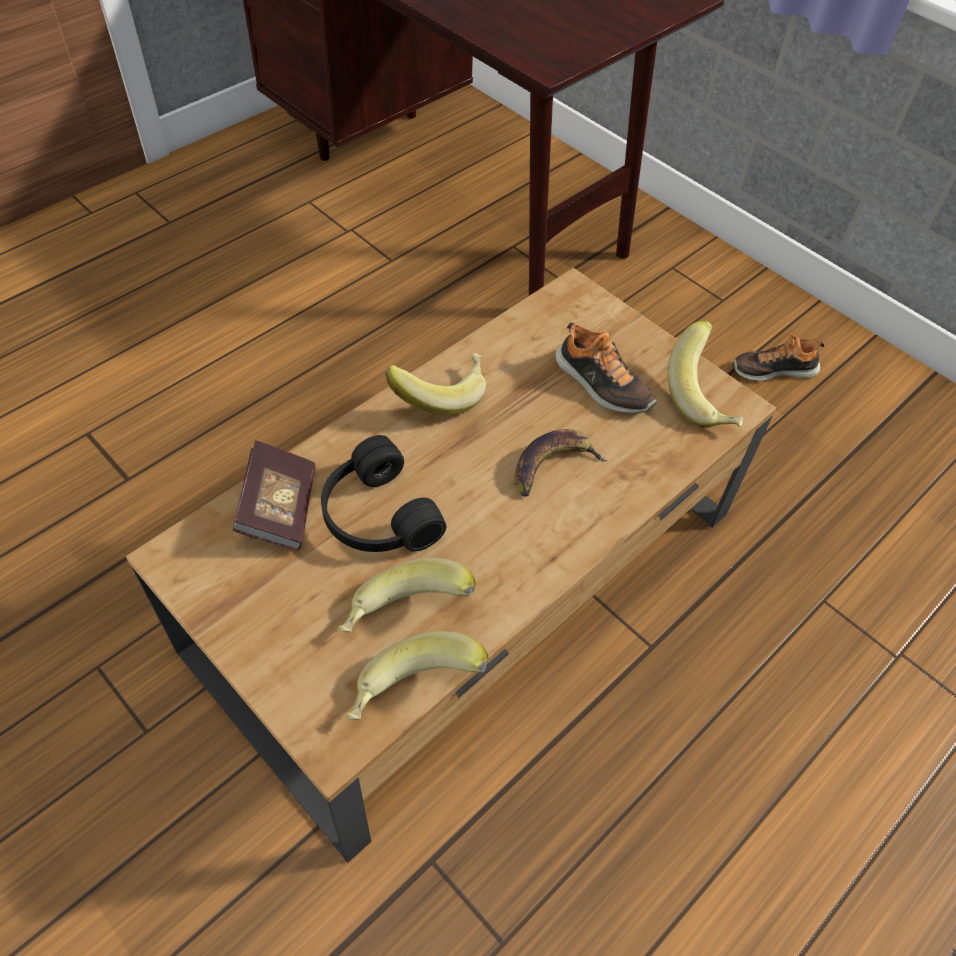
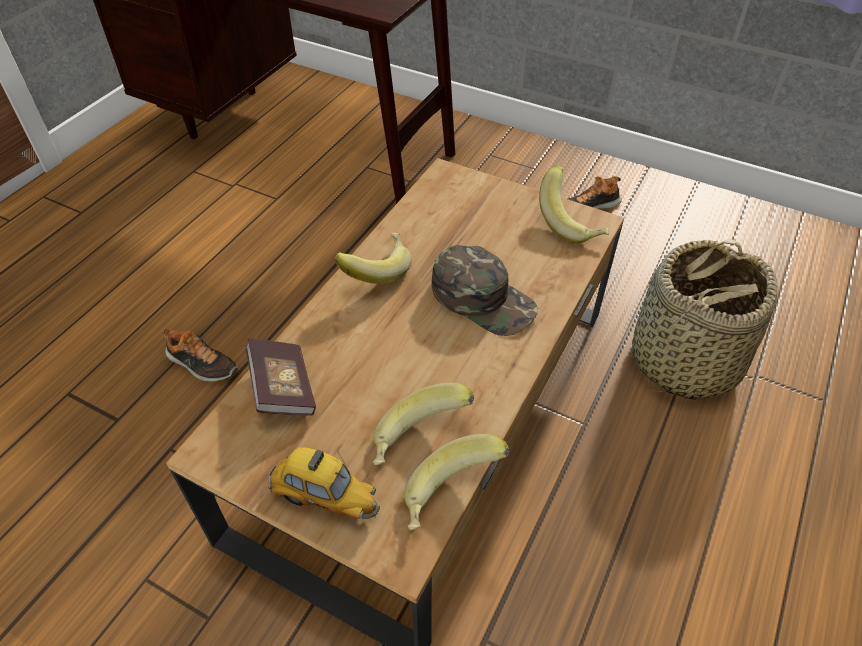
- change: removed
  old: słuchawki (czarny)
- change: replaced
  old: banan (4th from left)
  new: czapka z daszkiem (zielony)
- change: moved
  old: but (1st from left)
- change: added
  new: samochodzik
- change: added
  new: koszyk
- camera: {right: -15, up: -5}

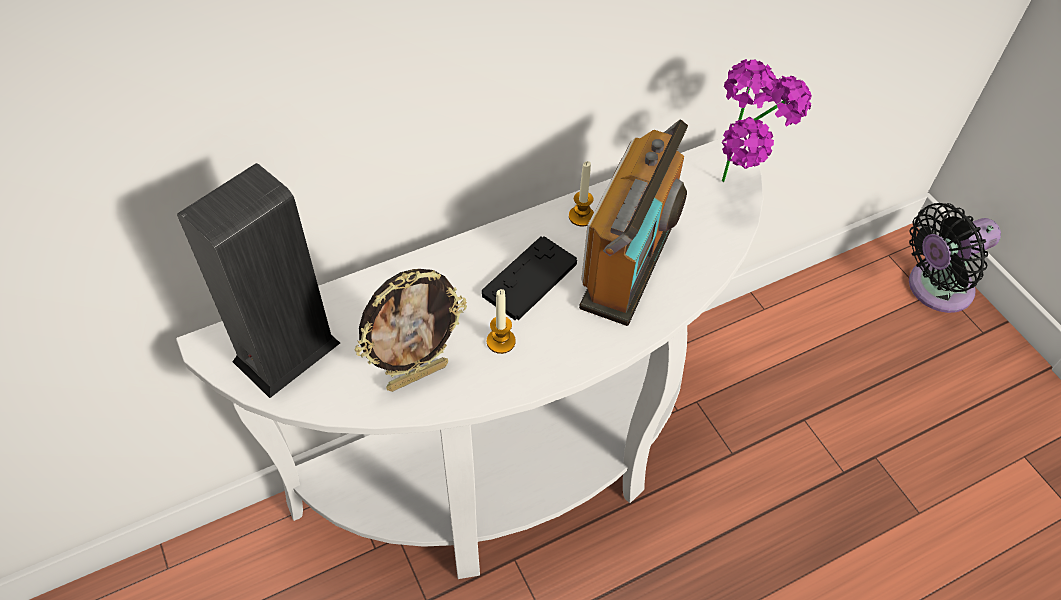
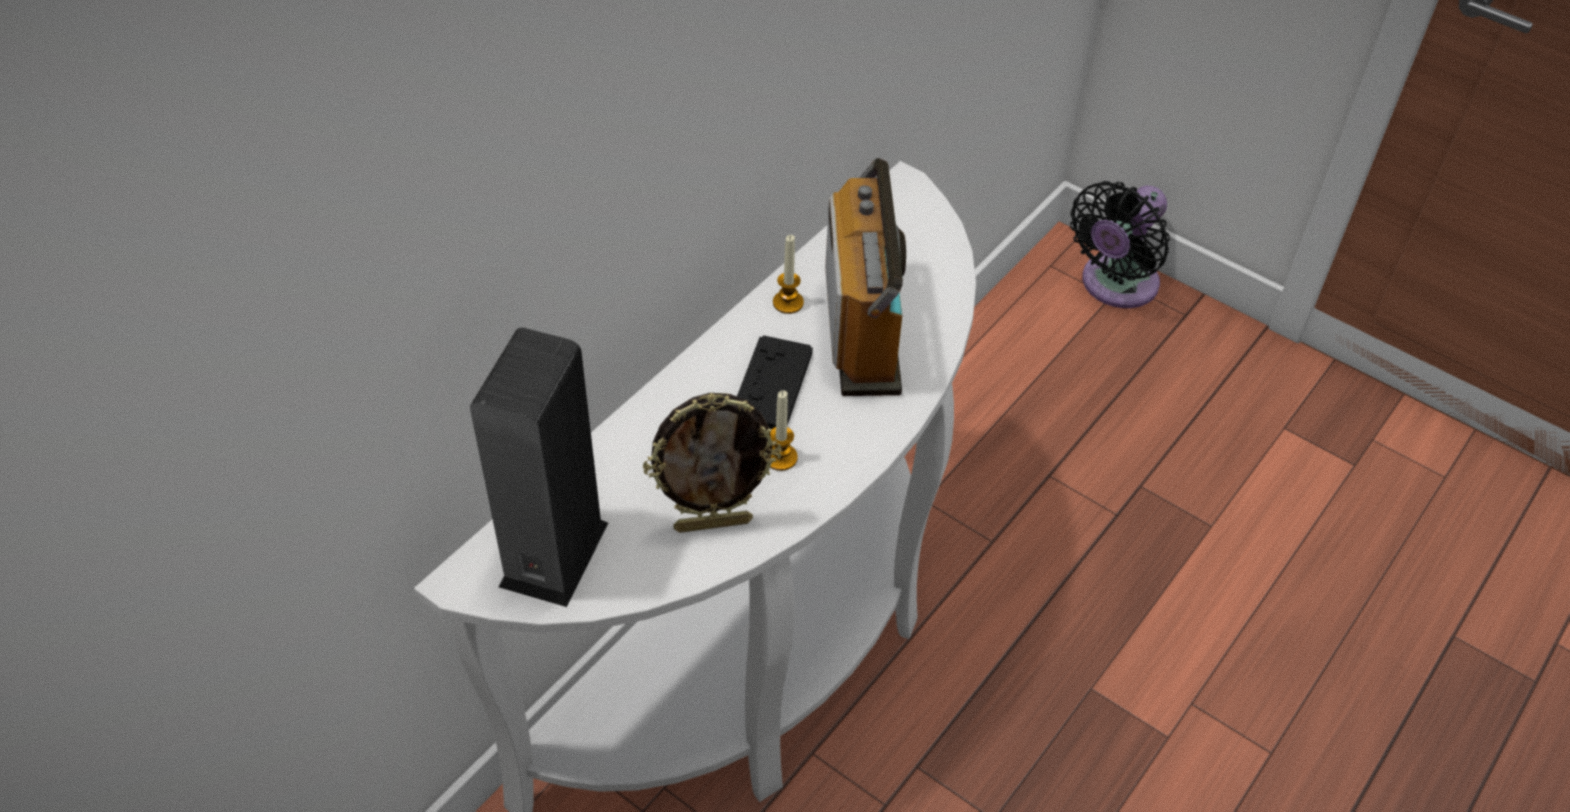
- change: turned
  old: ramka na zdjęcie
  degrees: 45
- change: removed
  old: roślina doniczkowa
- camera: {right: -25, up: -5}

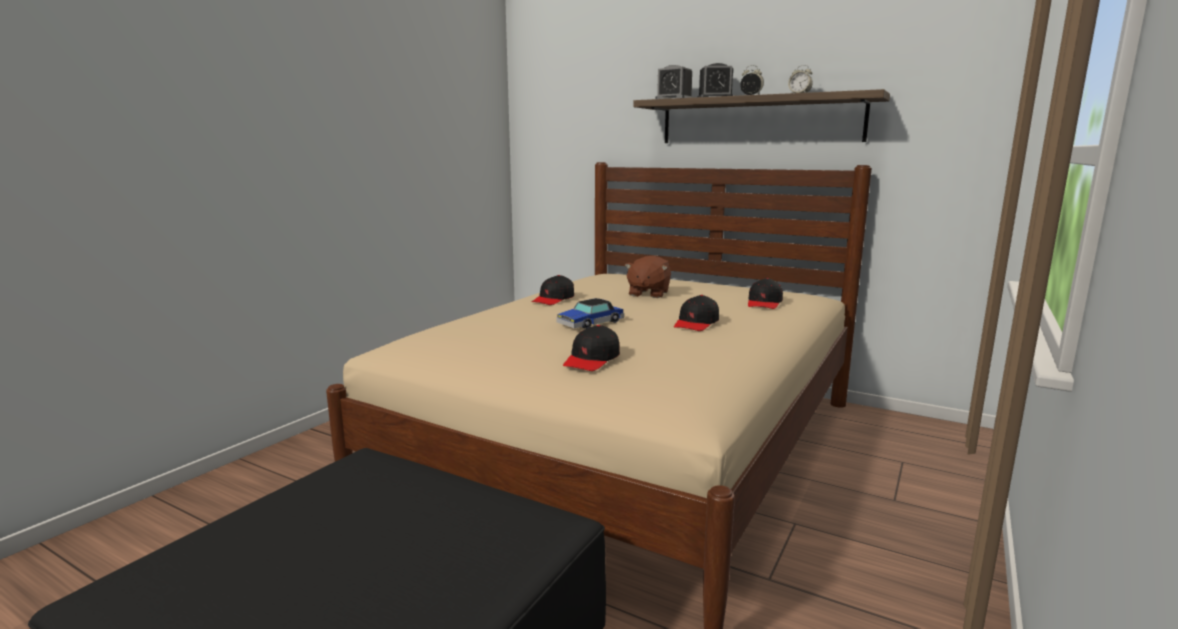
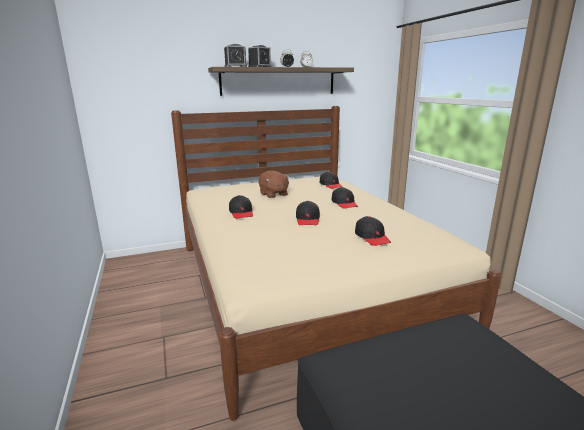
- change: replaced
  old: samochodzik
  new: czapka z daszkiem (czarny) (2nd from left)
- camera: {right: -50, up: 5}

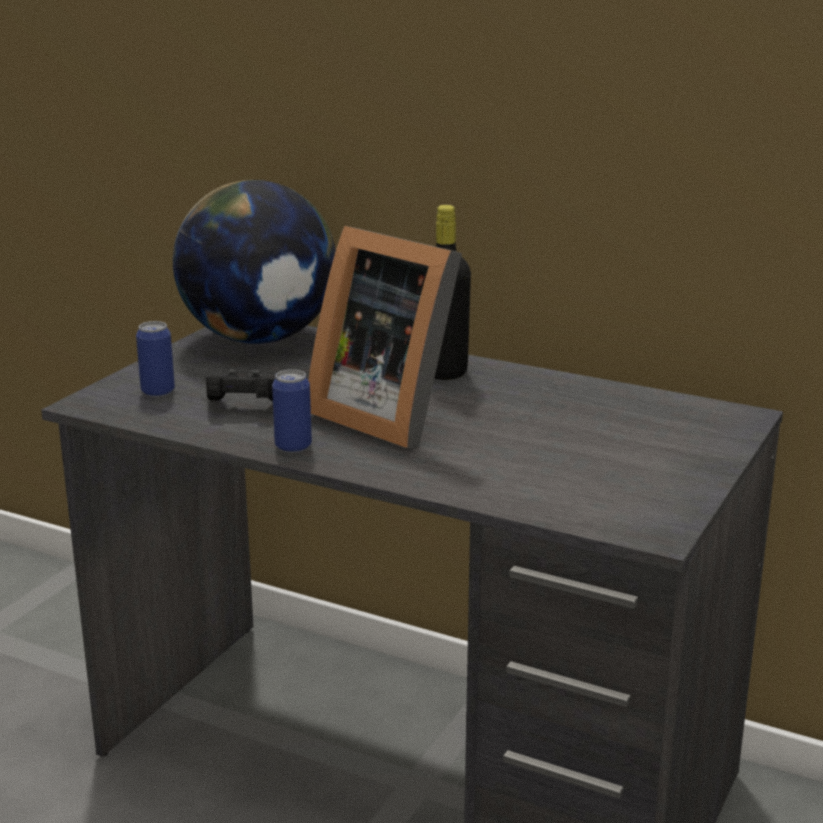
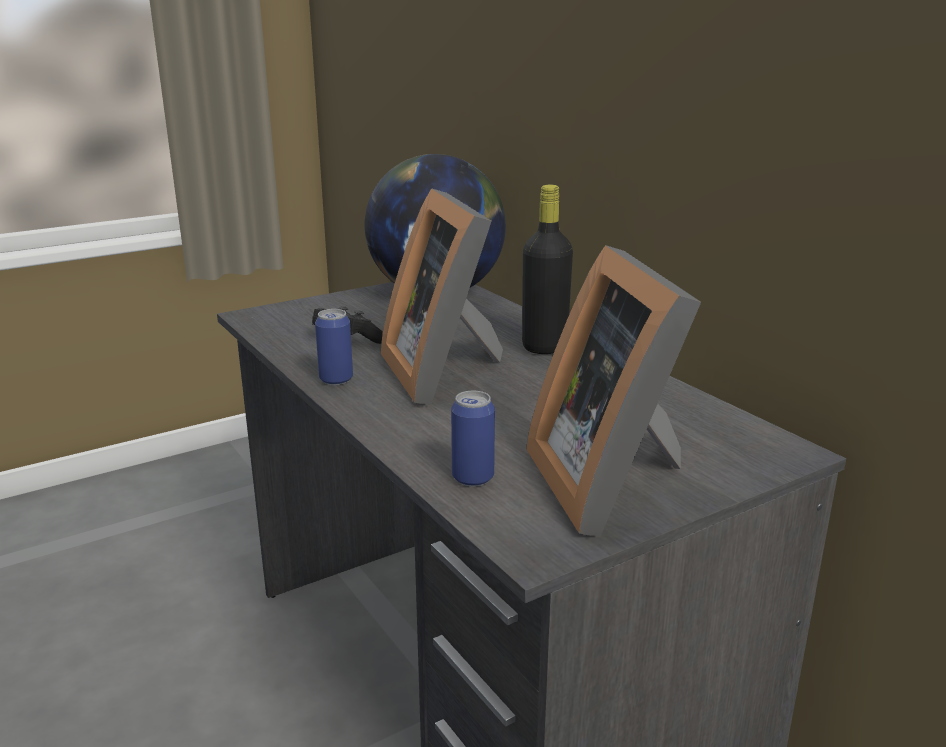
- change: moved
  old: puszka (1st from left in the first image)
  new: puszka (2nd from left)
- change: added
  new: ramka na zdjęcie (2nd from left)
- camera: {right: 30, up: 0}

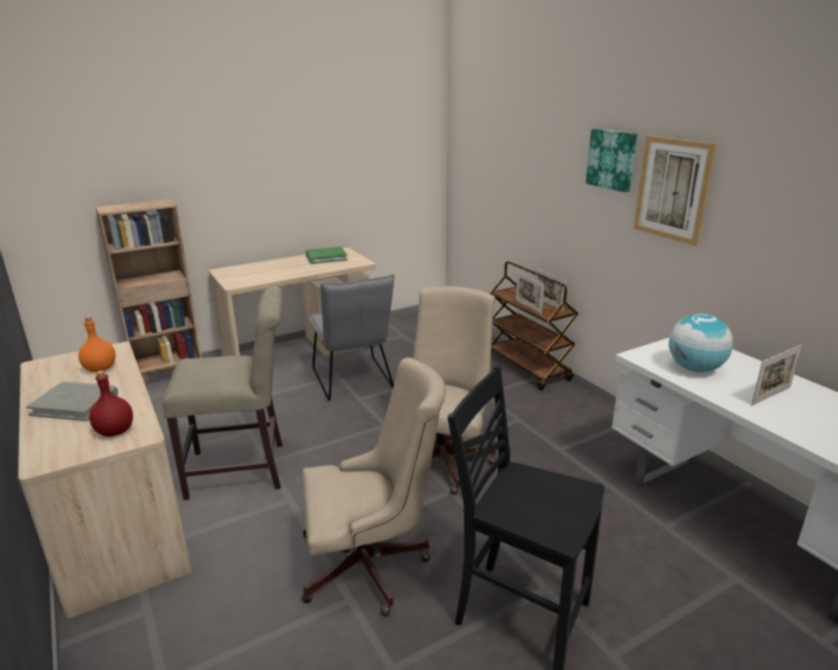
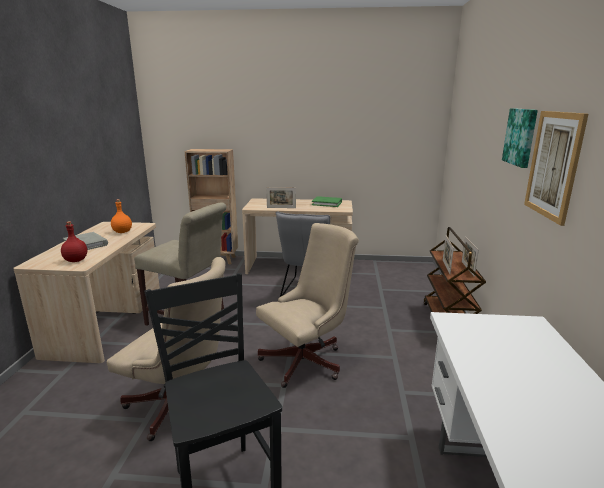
- change: removed
  old: globus
- change: moved
  old: ramka na zdjęcie (3rd from left in the first image)
  new: ramka na zdjęcie (1st from left)
- camera: {right: 35, up: -5}

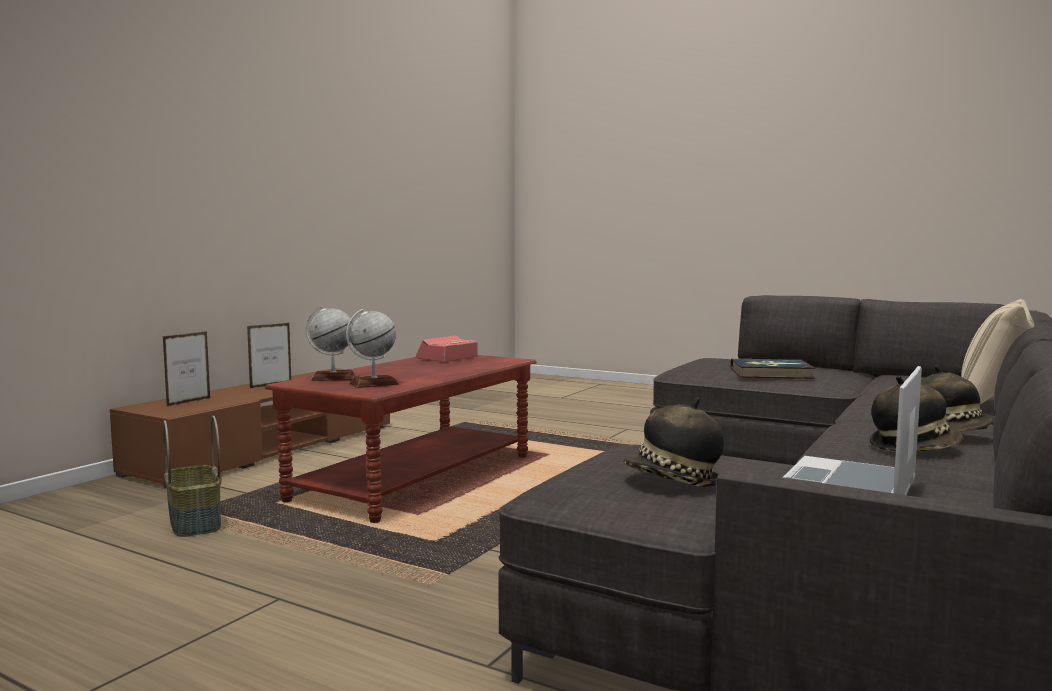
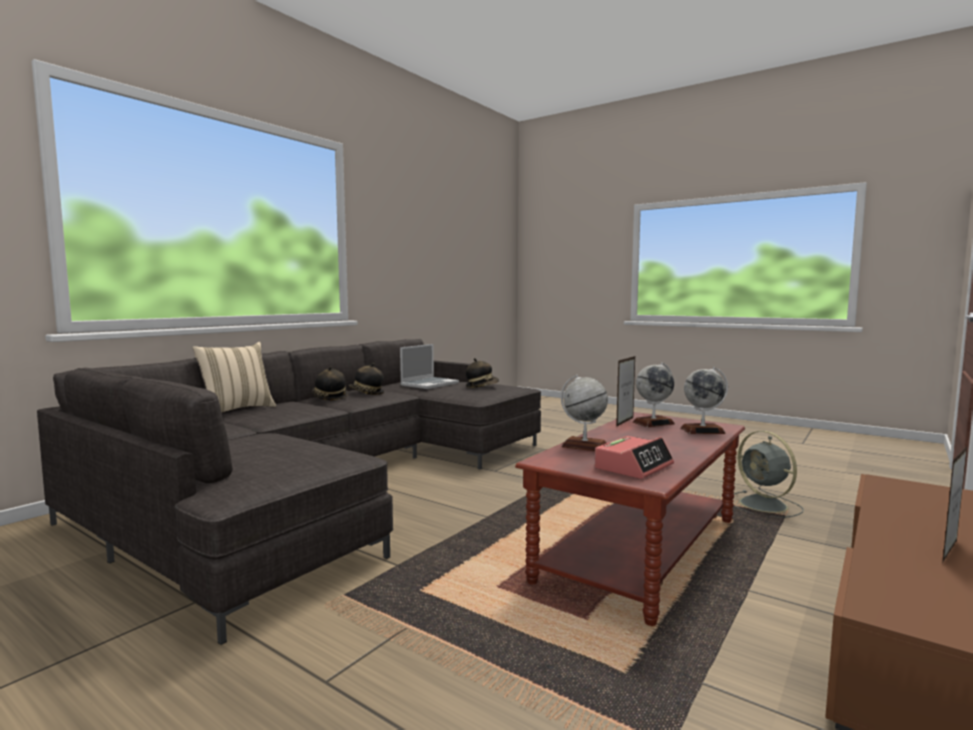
- change: moved
  old: ramka na zdjęcie (1st from left)
- change: replaced
  old: koszyk
  new: wentylator (szary)
- change: removed
  old: książka
- change: added
  new: globus (1st from left)
- camera: {right: -175, up: 0}

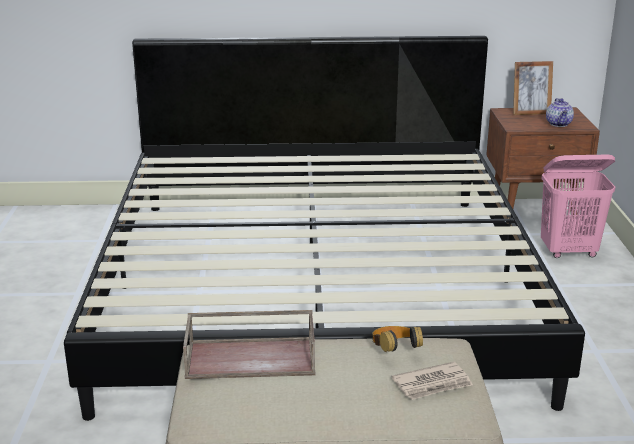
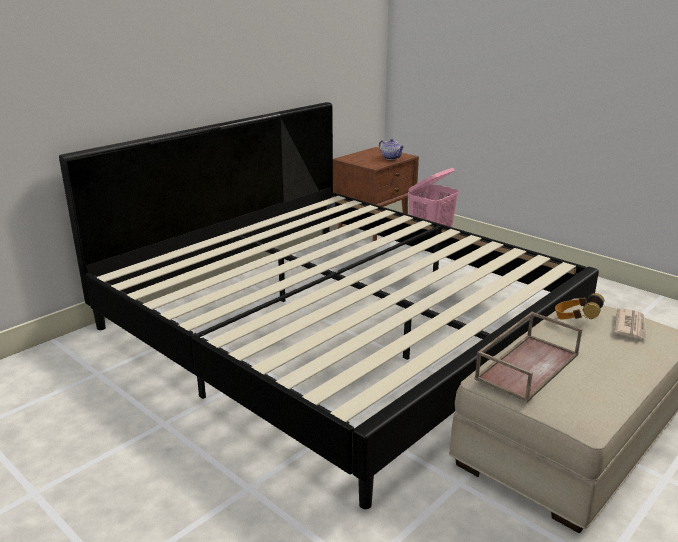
- change: removed
  old: ramka na zdjęcie
- camera: {right: -45, up: 0}

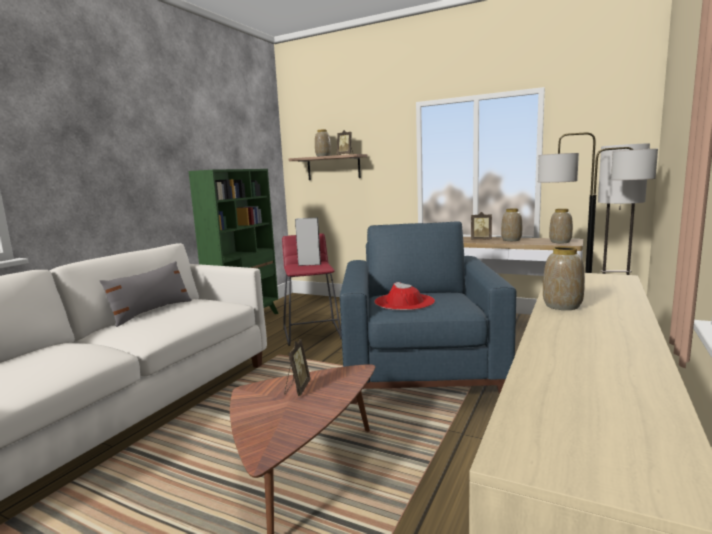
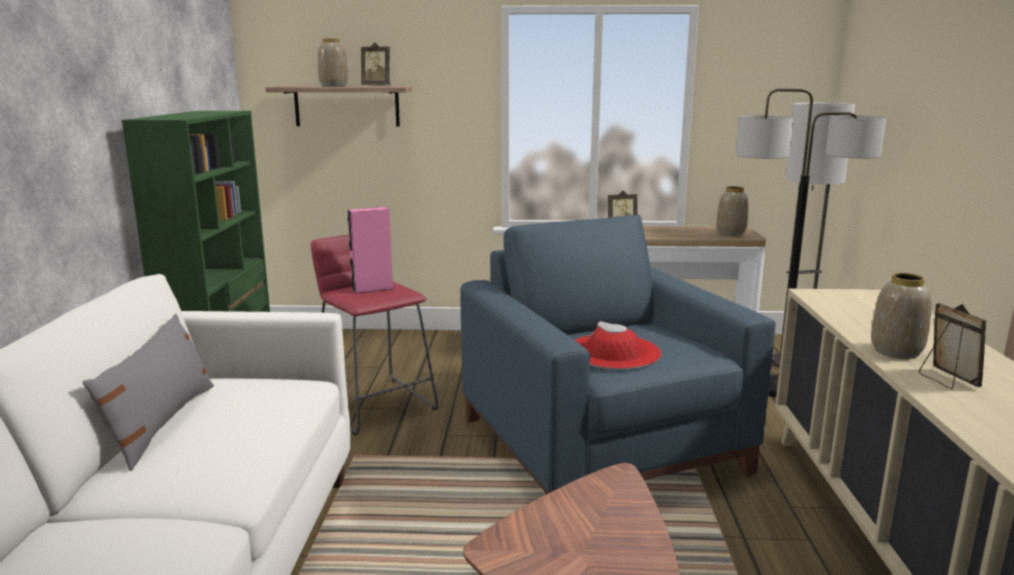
- change: moved
  old: ramka na zdjęcie (1st from left in the first image)
  new: ramka na zdjęcie (3rd from left)
- change: recoloured
  old: głośnik (szary)
  new: głośnik (różowy)
- change: removed
  old: wazon (2nd from left)
- camera: {right: -25, up: 5}

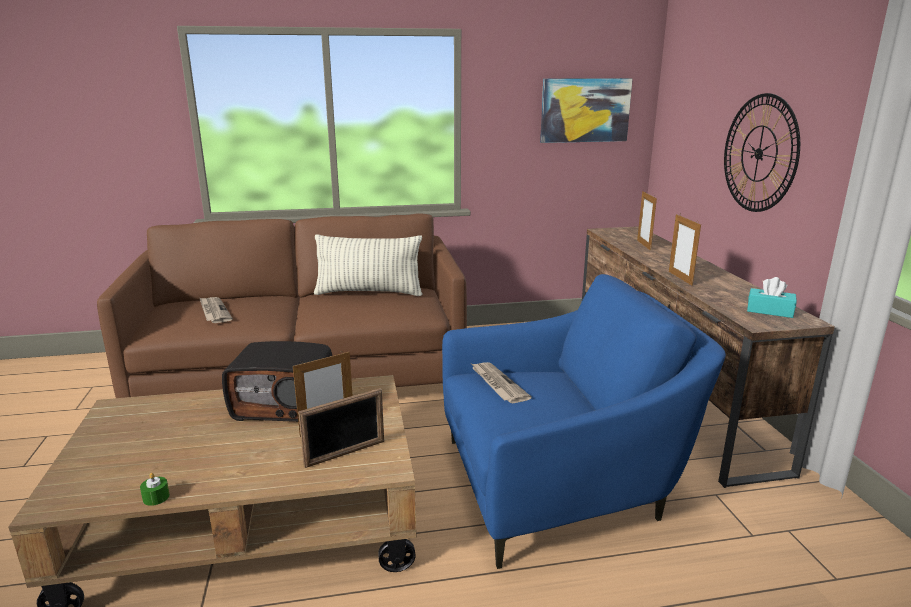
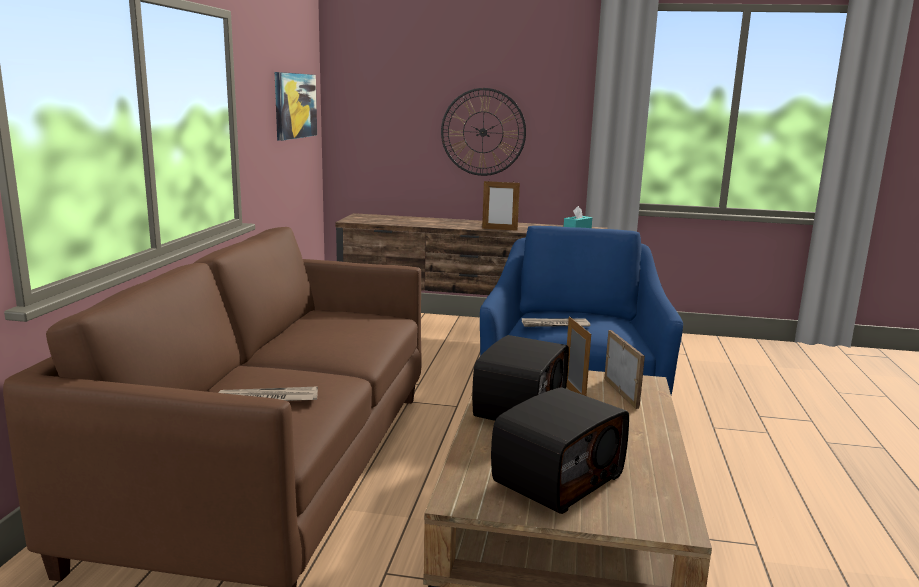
- change: removed
  old: świeca (zielony)
- change: removed
  old: poduszka
- change: removed
  old: ramka na zdjęcie (3rd from left)
- change: added
  new: radio (2nd from left)
- camera: {right: -70, up: -5}

